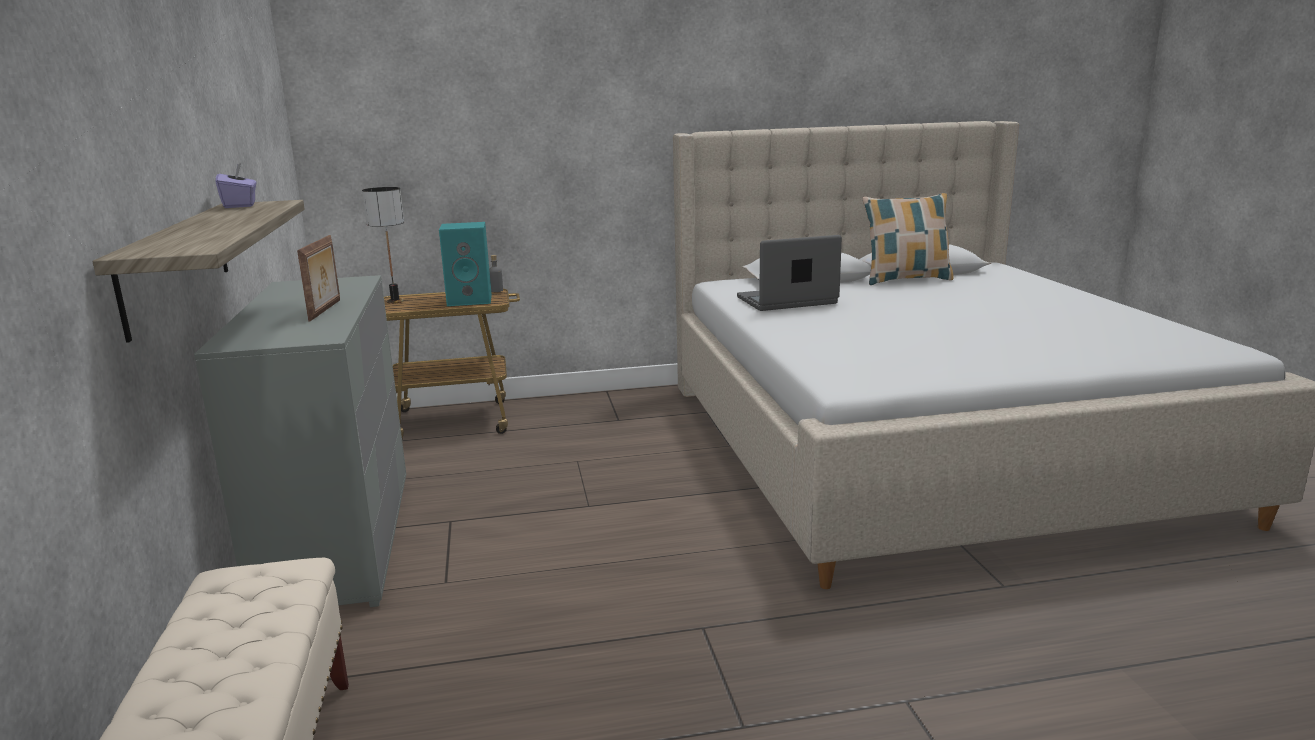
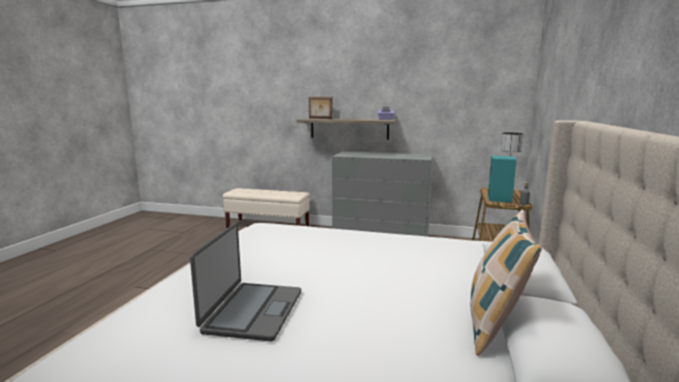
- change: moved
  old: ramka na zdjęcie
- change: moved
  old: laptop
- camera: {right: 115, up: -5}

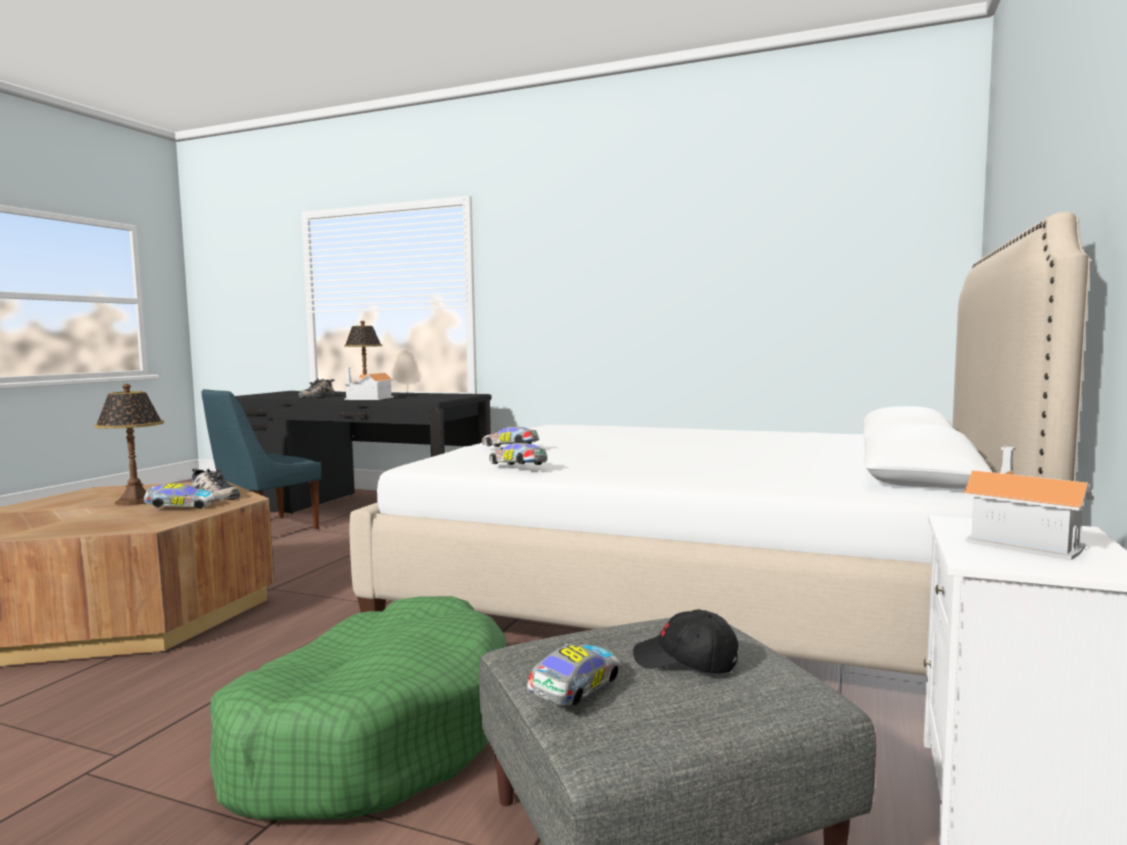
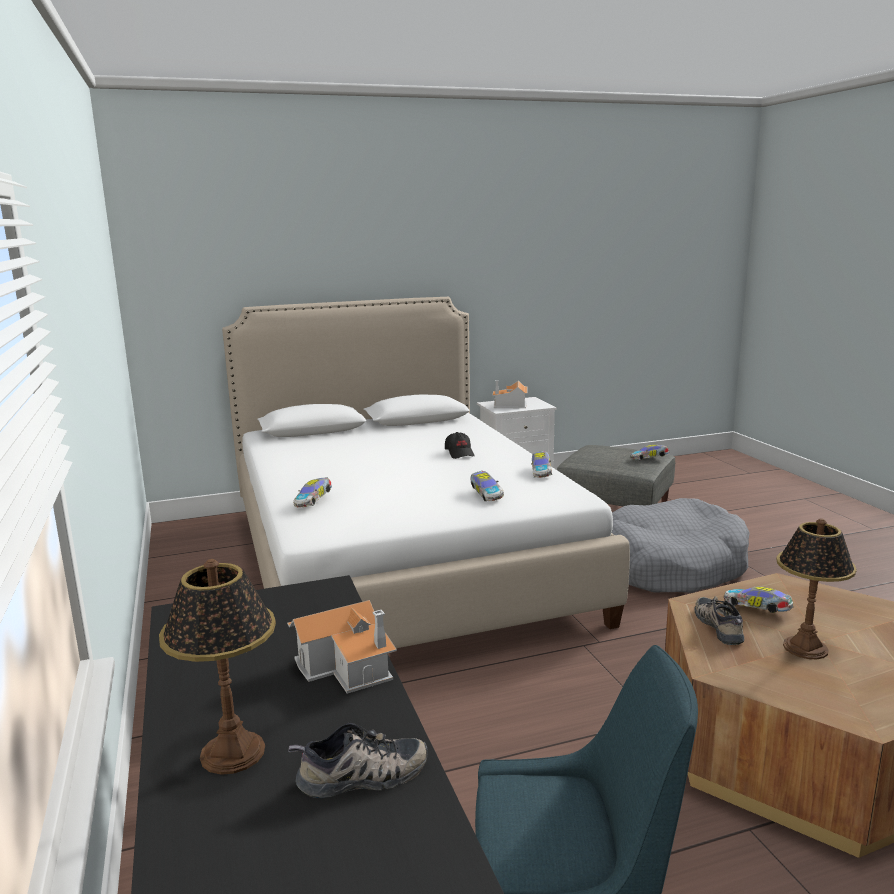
- change: recoloured
  old: legowisko (zielony)
  new: legowisko (szary)
- change: moved
  old: czapka z daszkiem (czarny)
- change: added
  new: samochodzik (1st from left)
- camera: {right: -130, up: 10}

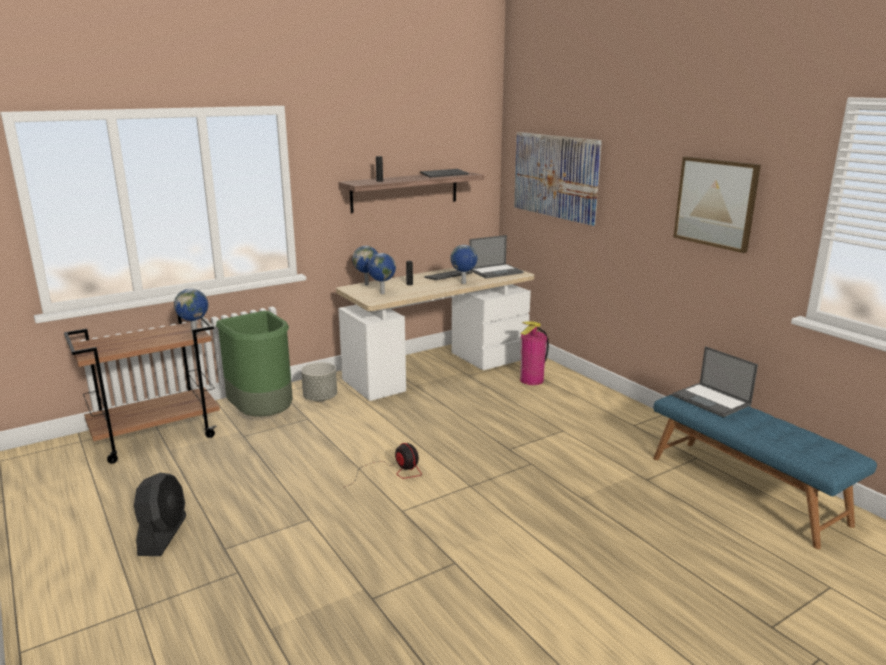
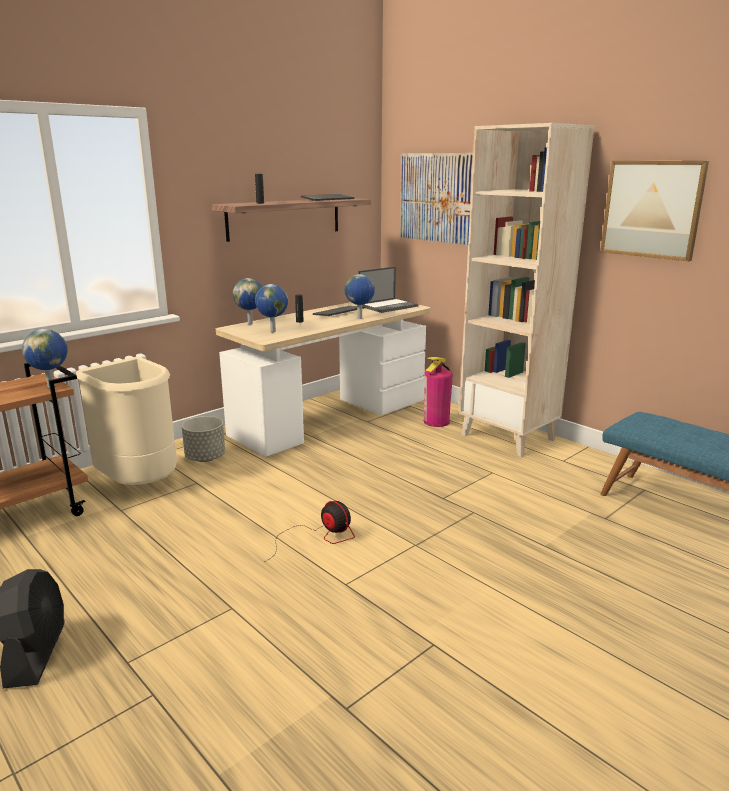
- change: recoloured
  old: kosz na śmieci (zielony)
  new: kosz na śmieci (beżowy)
- change: removed
  old: laptop (2nd from left)
- change: added
  new: regał (beżowy)
- camera: {right: -10, up: 0}

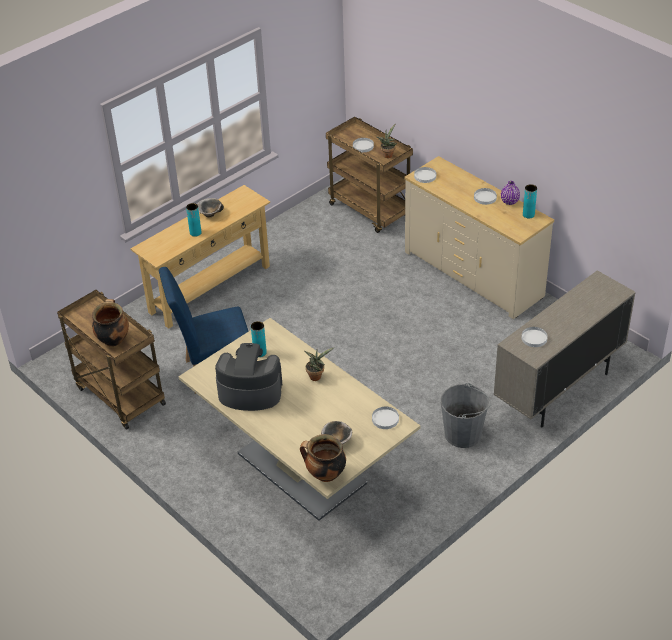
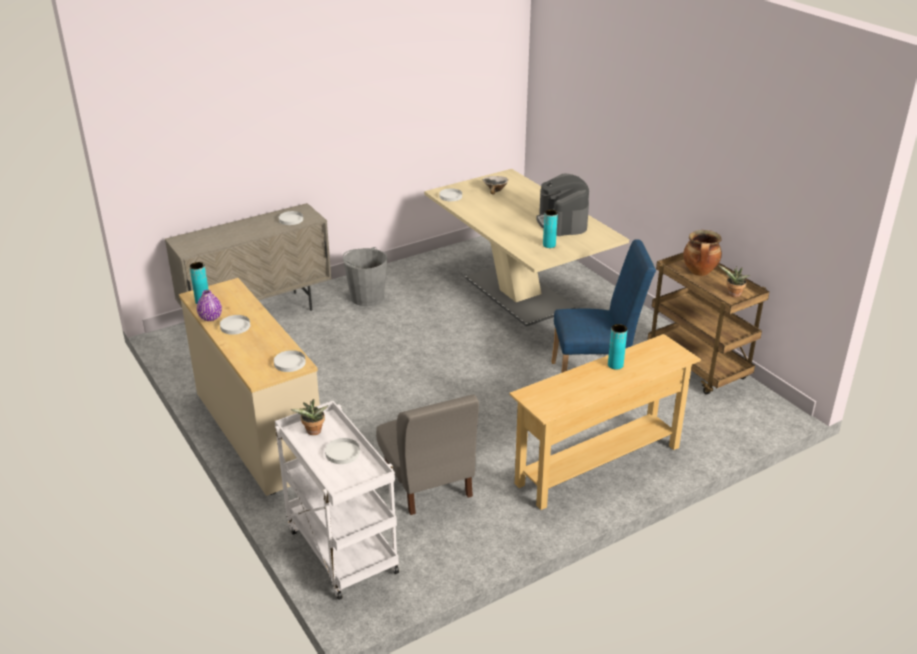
- change: removed
  old: miska (1st from left)
- change: turned
  old: ekspres do kawy
  degrees: 60
- change: removed
  old: garnek (2nd from left)
- change: moved
  old: roślina doniczkowa (1st from left in the first image)
  new: roślina doniczkowa (2nd from left)
- change: recoloured
  old: wózek (brązowy) (2nd from left)
  new: wózek (biały)
- change: added
  new: krzesło (szary)
- camera: {right: -170, up: -10}

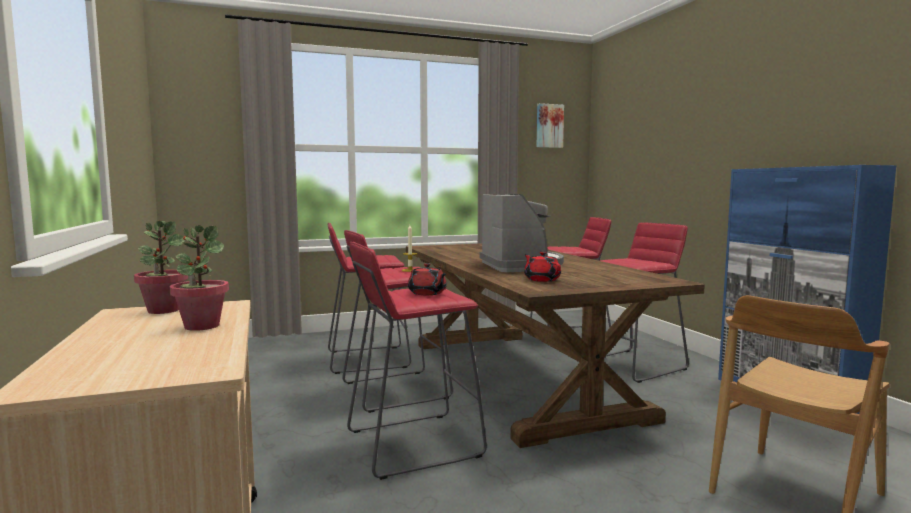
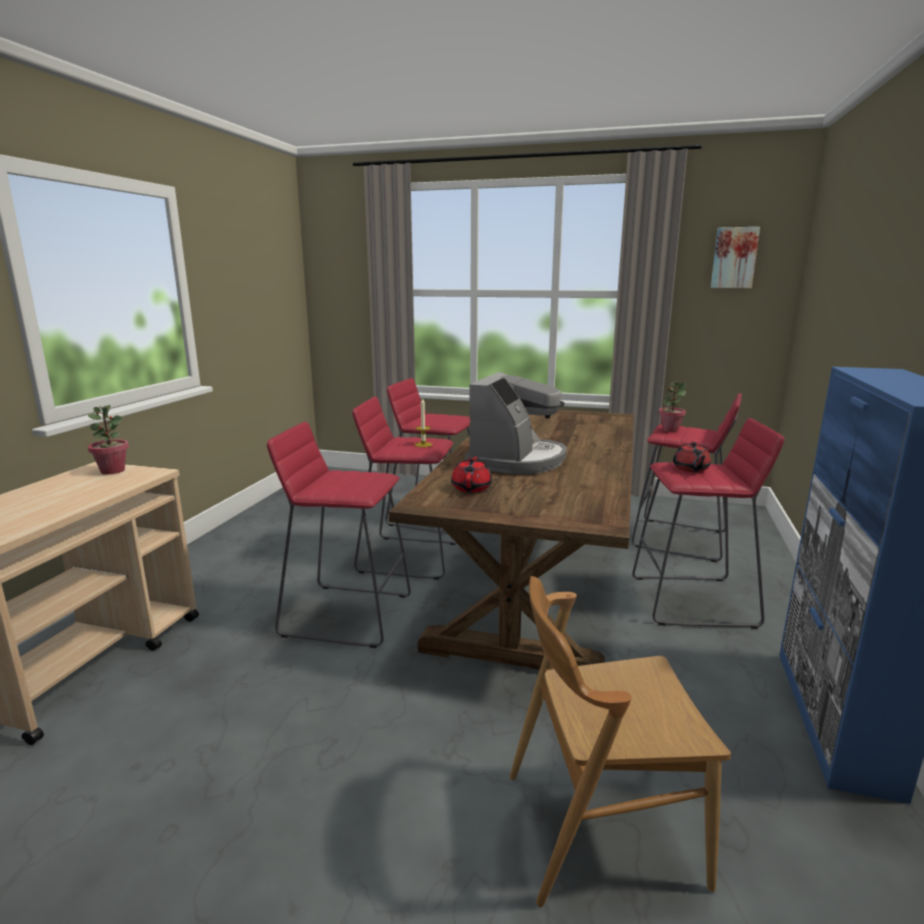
- change: moved
  old: roślina doniczkowa (2nd from left)
- change: moved
  old: imbryk (czerwony) (1st from left in the first image)
  new: imbryk (czerwony) (2nd from left)
- camera: {right: 35, up: 10}

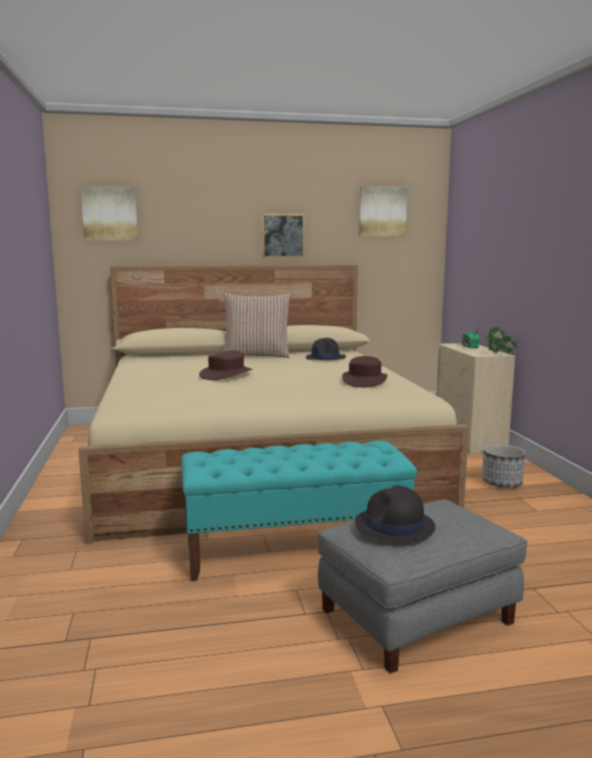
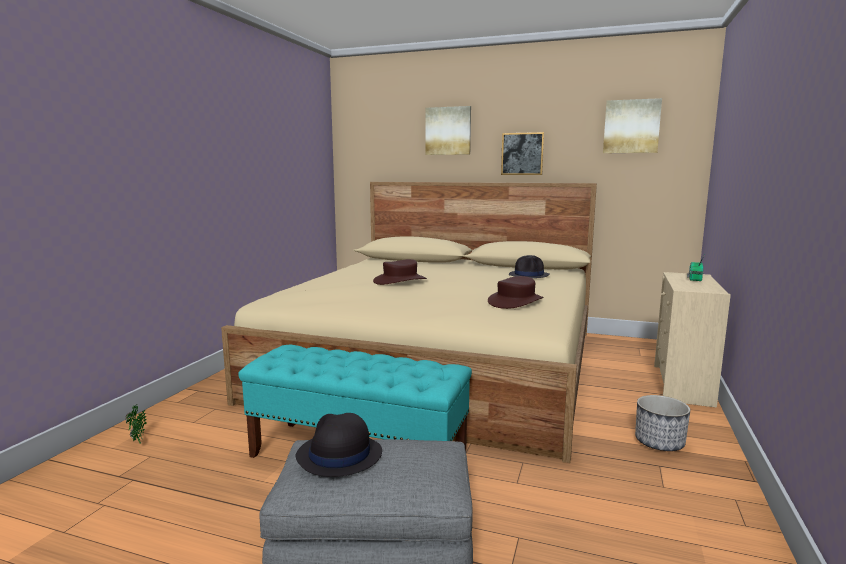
- change: moved
  old: obraz (1st from left)
- change: removed
  old: poduszka
- change: moved
  old: roślina doniczkowa
- camera: {right: 30, up: 0}

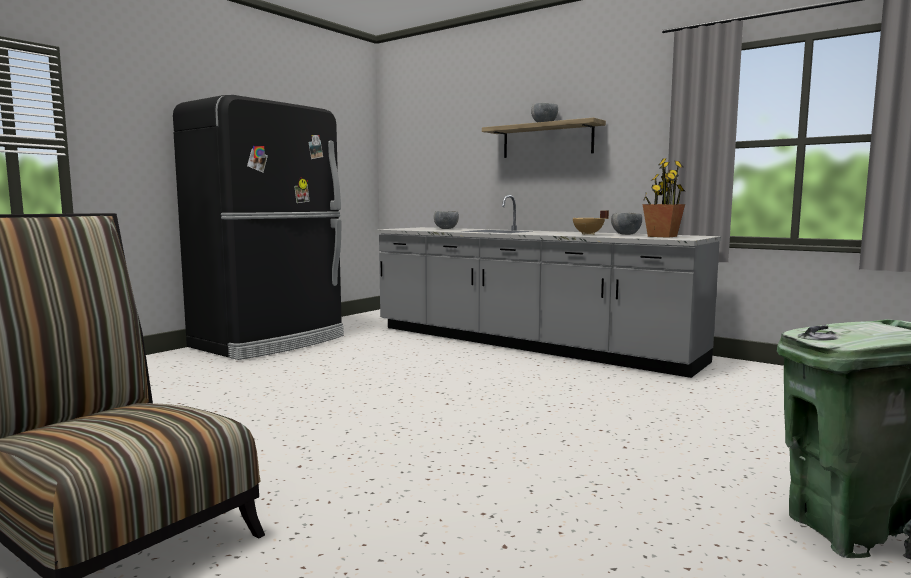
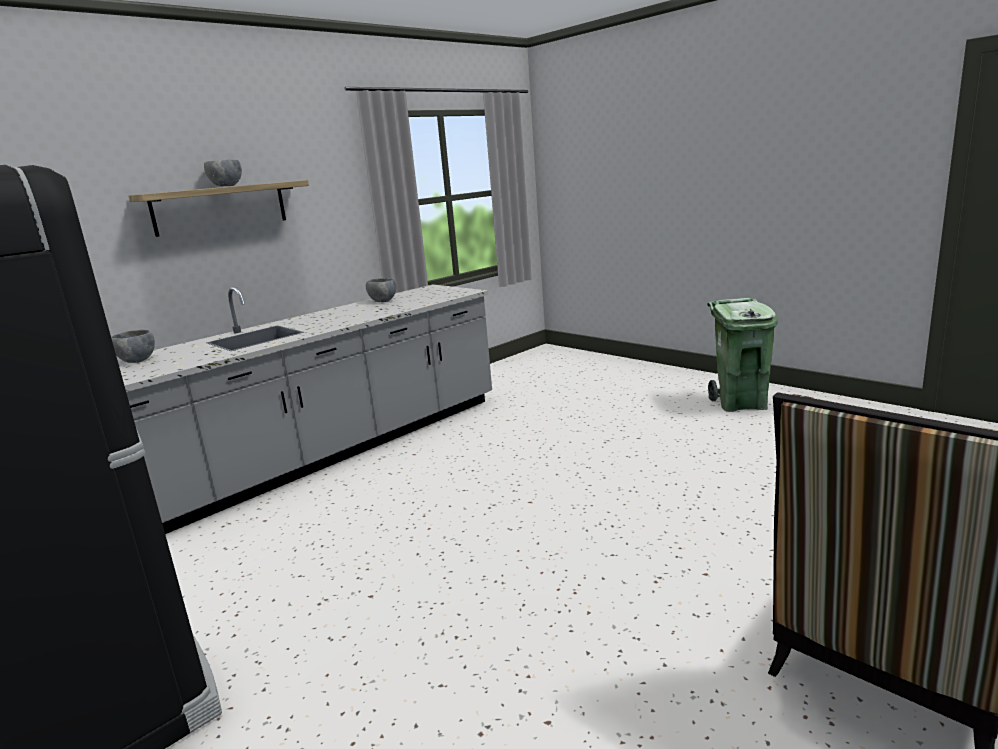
- change: removed
  old: garnek (beżowy)
- change: removed
  old: roślina doniczkowa
- camera: {right: -80, up: 10}

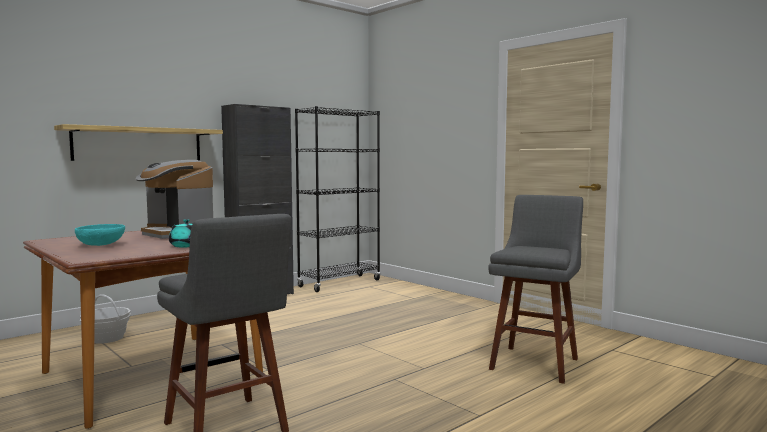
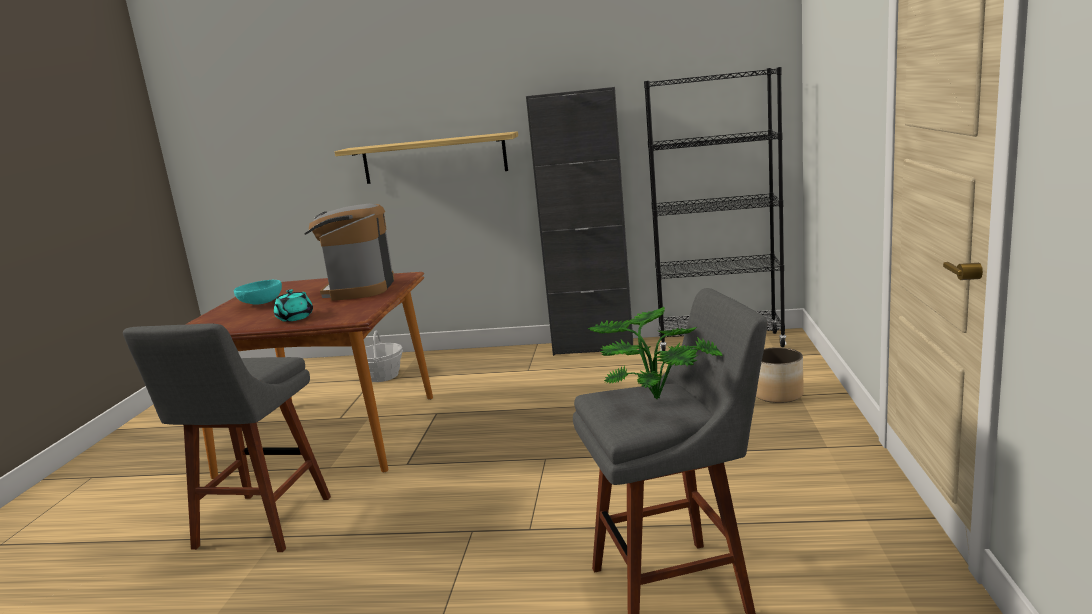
- change: added
  new: roślina doniczkowa
- change: added
  new: donica
- camera: {right: 50, up: 10}

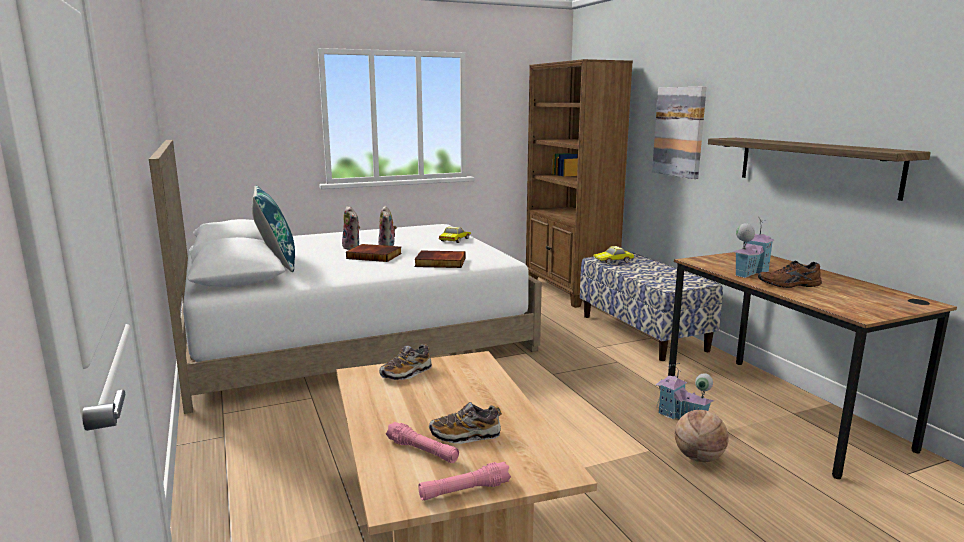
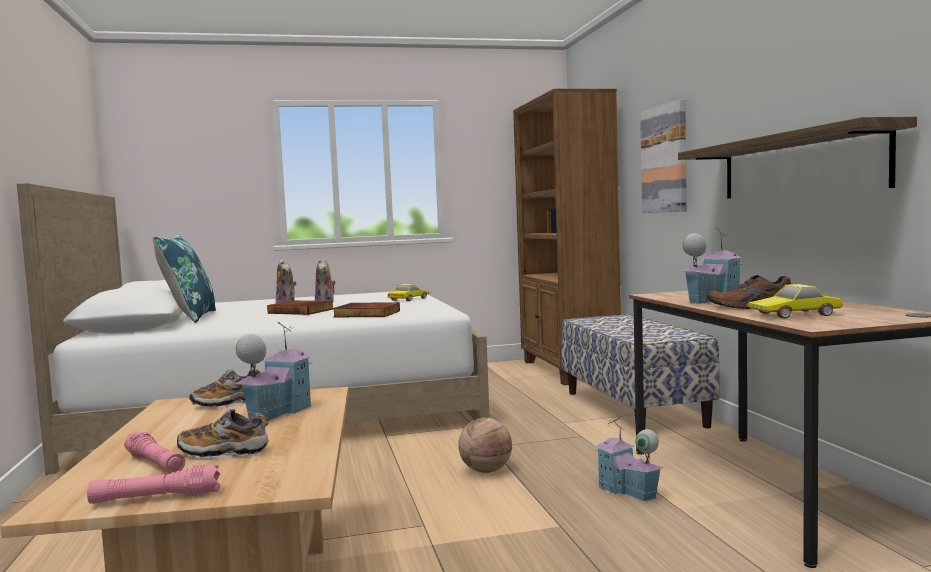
- change: moved
  old: samochodzik (2nd from left)
- change: moved
  old: piłka do koszykówki
- change: added
  new: domek (1st from left)
- camera: {right: 10, up: -10}

